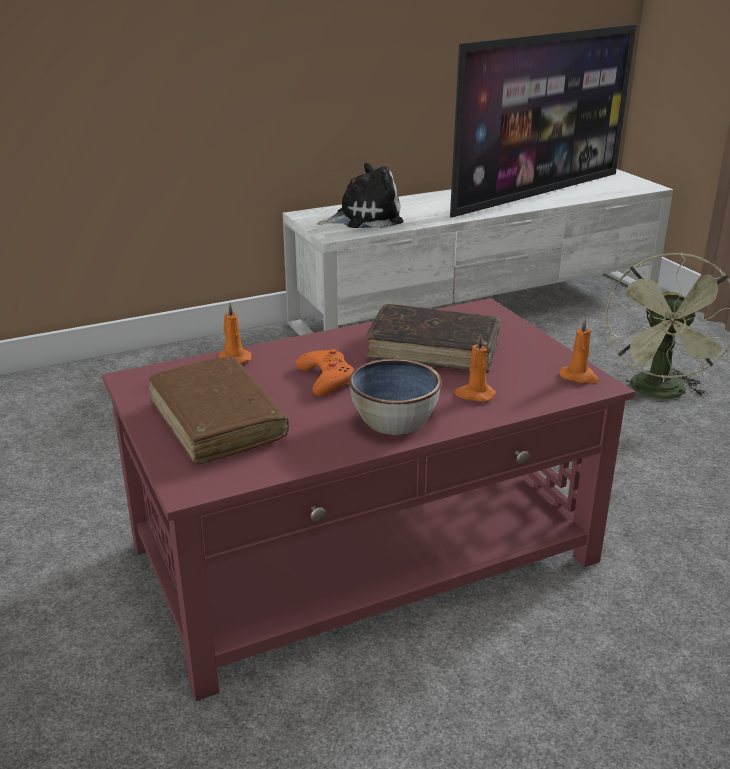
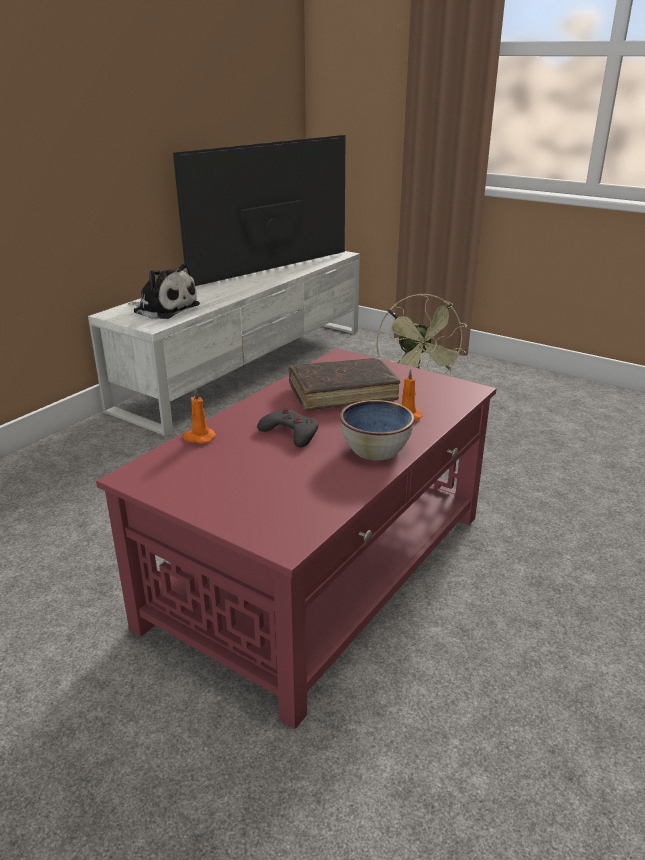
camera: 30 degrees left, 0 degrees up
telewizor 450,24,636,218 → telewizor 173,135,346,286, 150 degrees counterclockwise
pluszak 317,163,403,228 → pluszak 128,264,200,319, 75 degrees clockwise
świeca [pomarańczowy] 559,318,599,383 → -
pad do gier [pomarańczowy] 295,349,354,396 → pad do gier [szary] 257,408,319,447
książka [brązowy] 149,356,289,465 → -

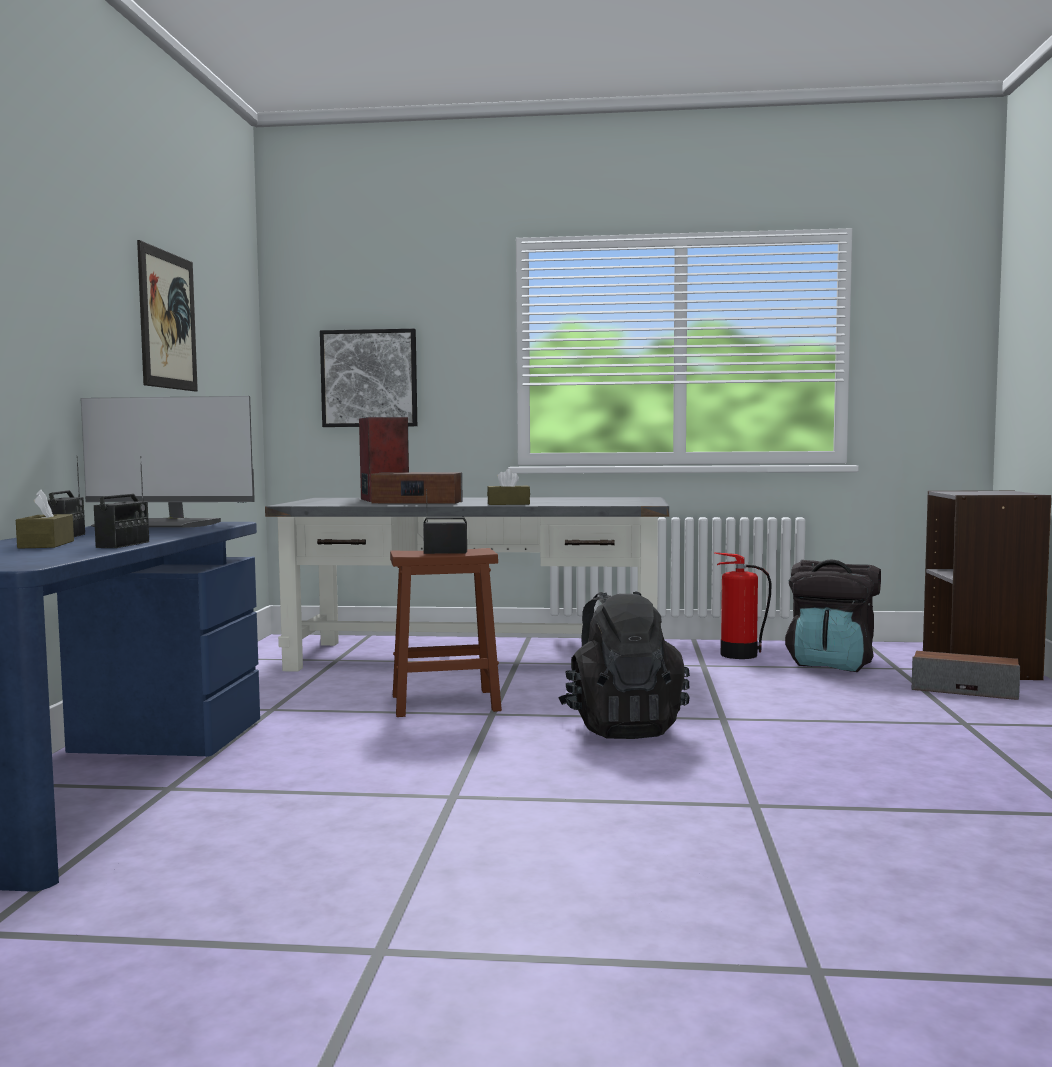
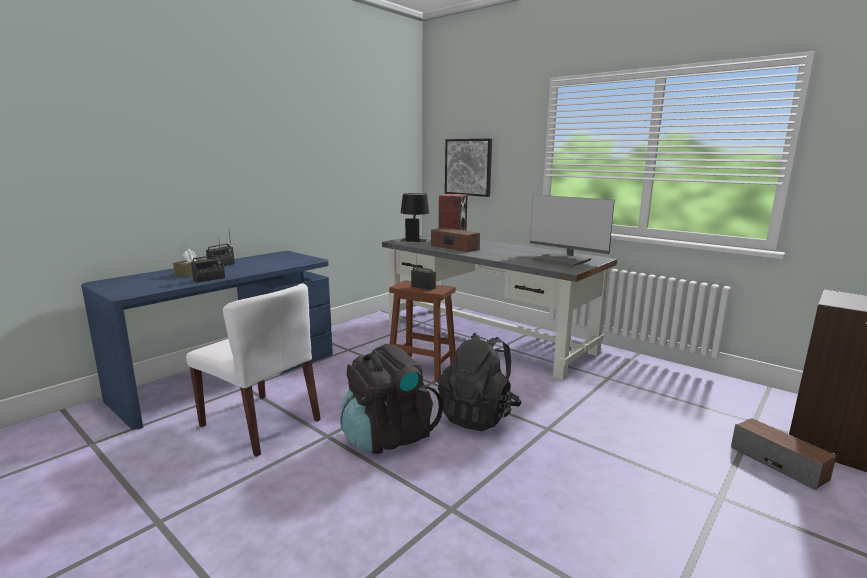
camera: 35 degrees right, 10 degrees up
obraz 137,240,198,391 → -
monitor 81,396,255,527 → monitor 530,195,615,266, shifted
pudełko chusteczek [brązowy] 487,469,530,505 → -
gaśnica 714,552,772,659 → -
plecak [czarny] 785,560,881,672 → plecak [czarny] 340,344,443,454, shifted
- → lampa stołowa [czarny] 401,193,429,242
- → krzesło [biały] 186,283,321,457

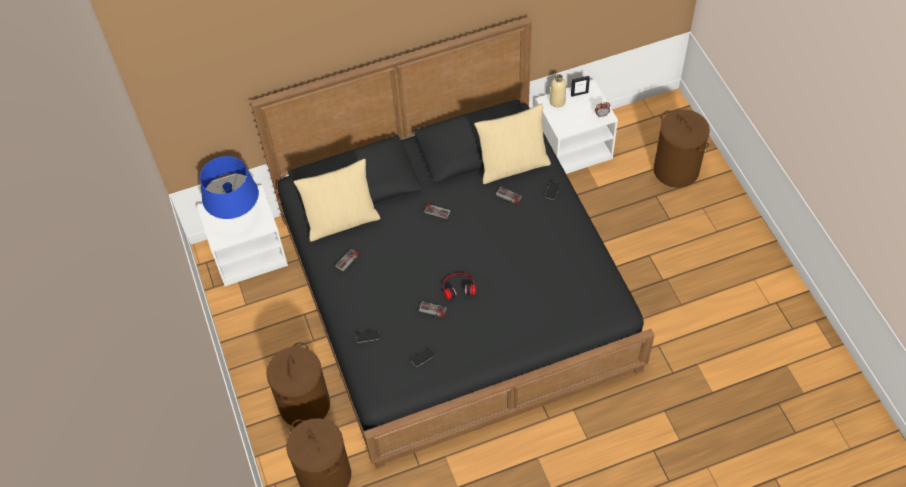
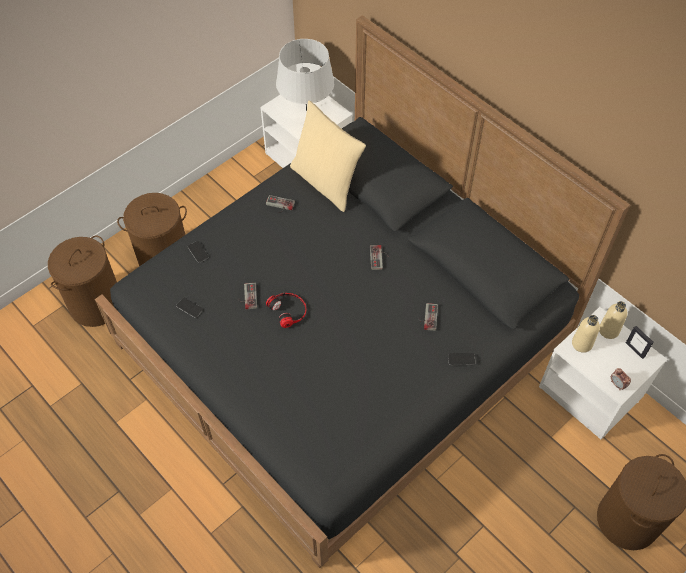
camera: 65 degrees right, 0 degrees up
poduszka [beżowy] 474,104,551,184 → -
lampa stołowa [niebieski] 200,156,259,219 → lampa stołowa [szary] 276,39,335,111
- → butelka [beżowy] 572,315,600,353

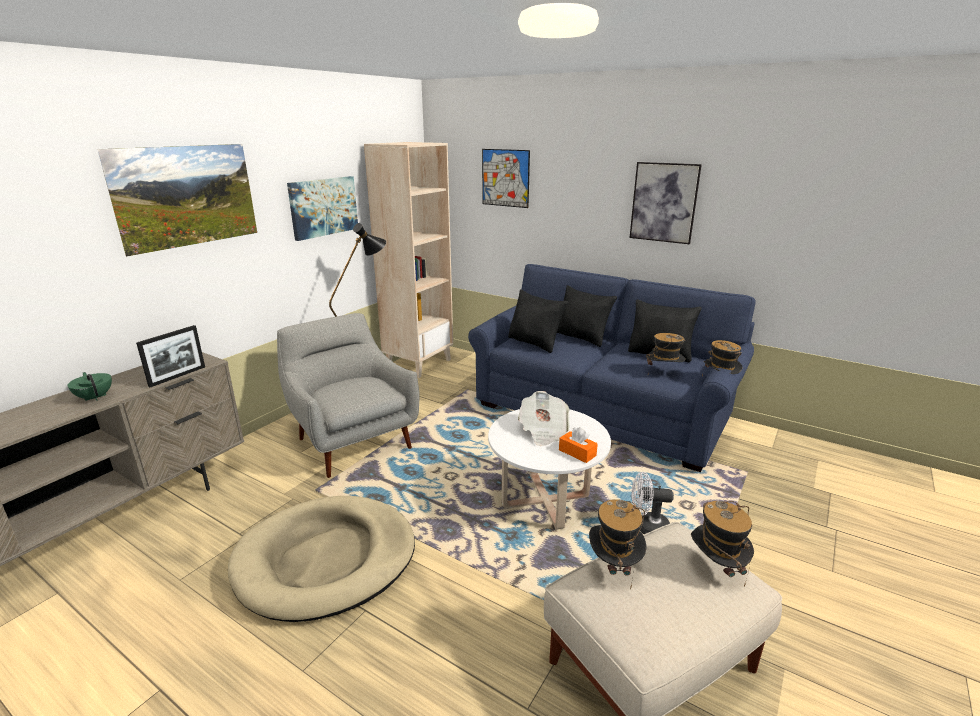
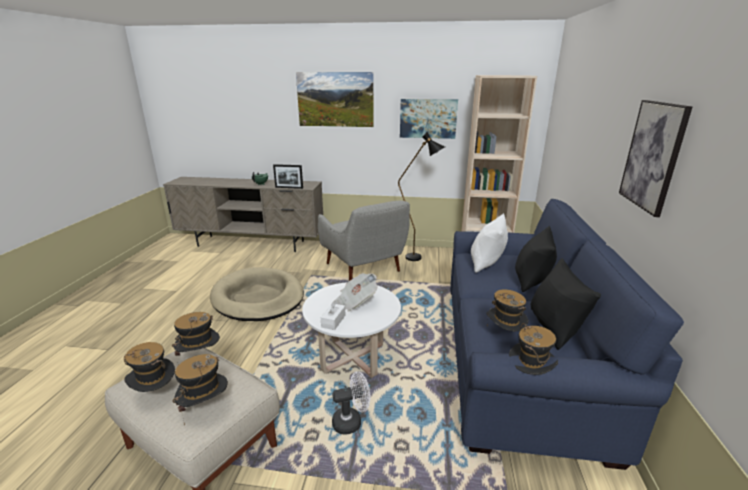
camera: 65 degrees right, 0 degrees up
obraz 482,149,530,208 → -
poduszka [czarny] 508,289,568,353 → poduszka [biały] 471,213,508,273
fotel [szary] 277,313,420,478 → fotel [szary] 318,201,410,281, 120 degrees clockwise
pudełko chusteczek [pomarańczowy] 559,427,598,463 → pudełko chusteczek [biały] 321,300,345,330
wentylator [biały] 631,472,674,534 → wentylator [biały] 332,371,370,434, 90 degrees clockwise
- → kapelusz 124,342,175,392

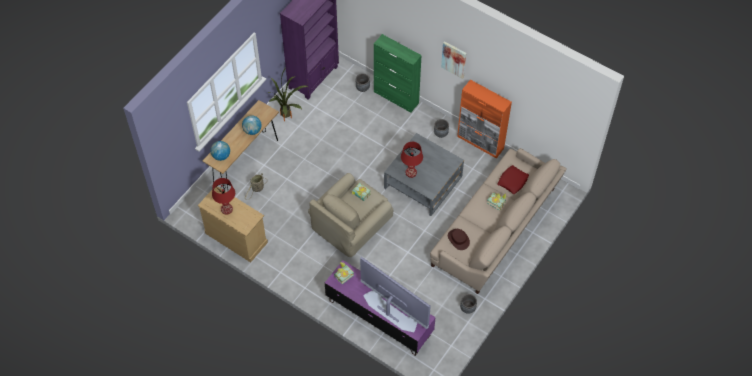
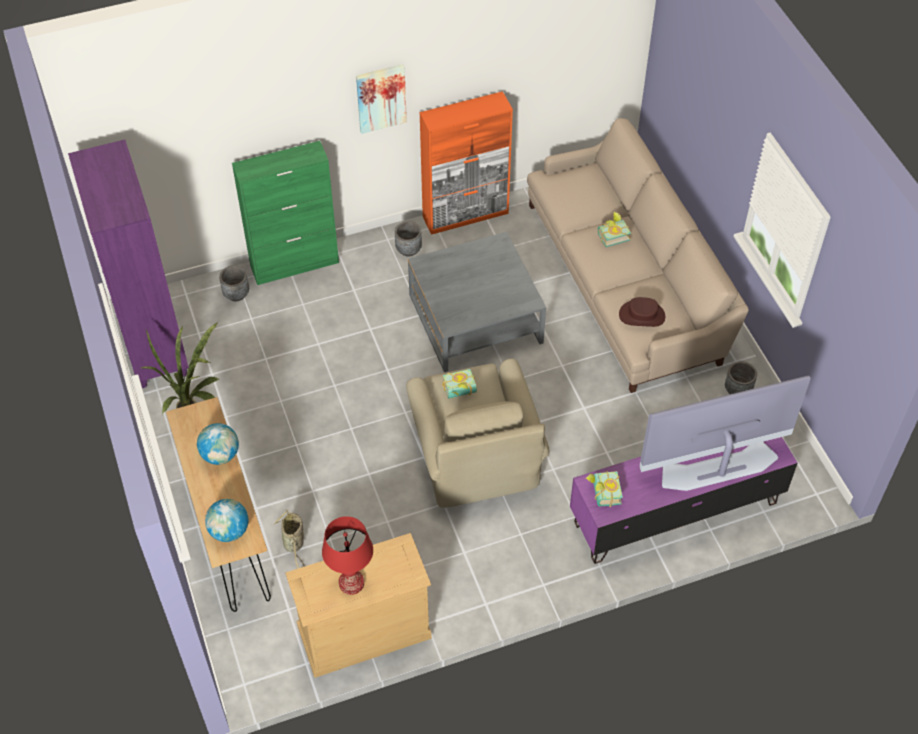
camera: 55 degrees left, 5 degrees down
lampa stołowa [czerwony] 401,142,423,178 → -
poduszka [czerwony] 497,165,529,194 → -

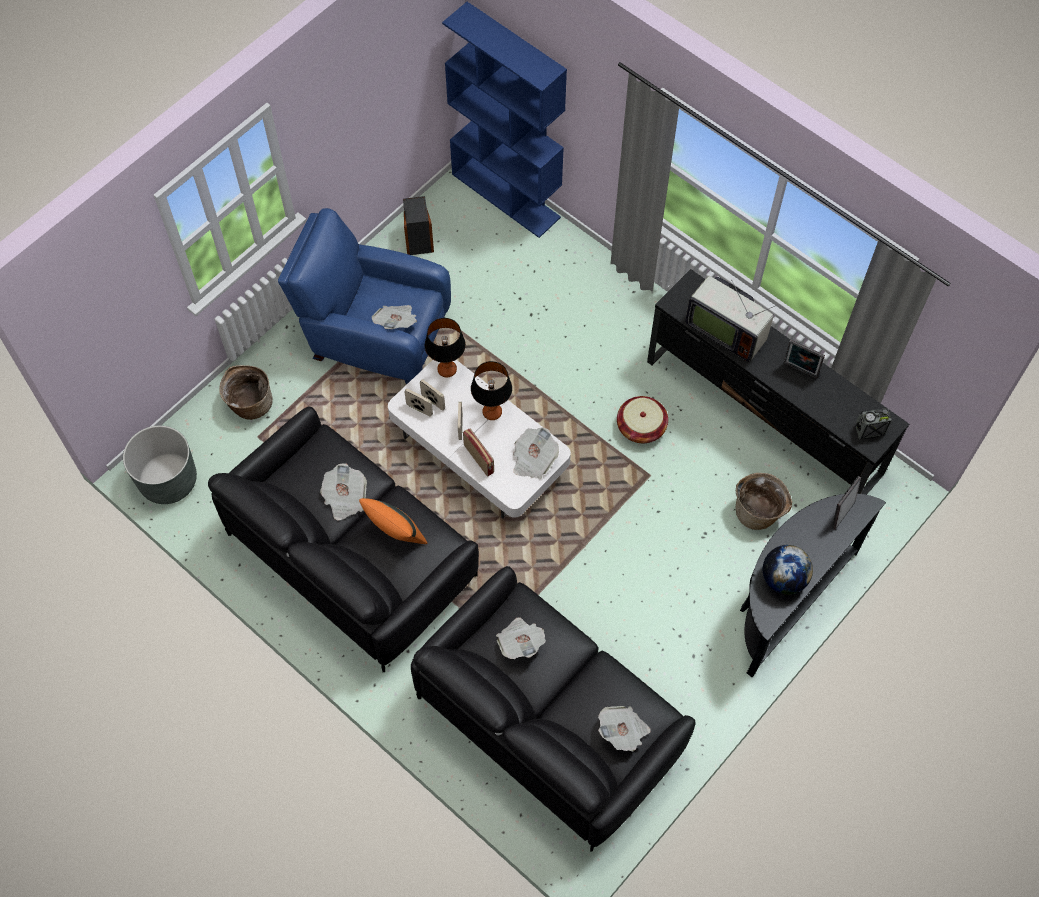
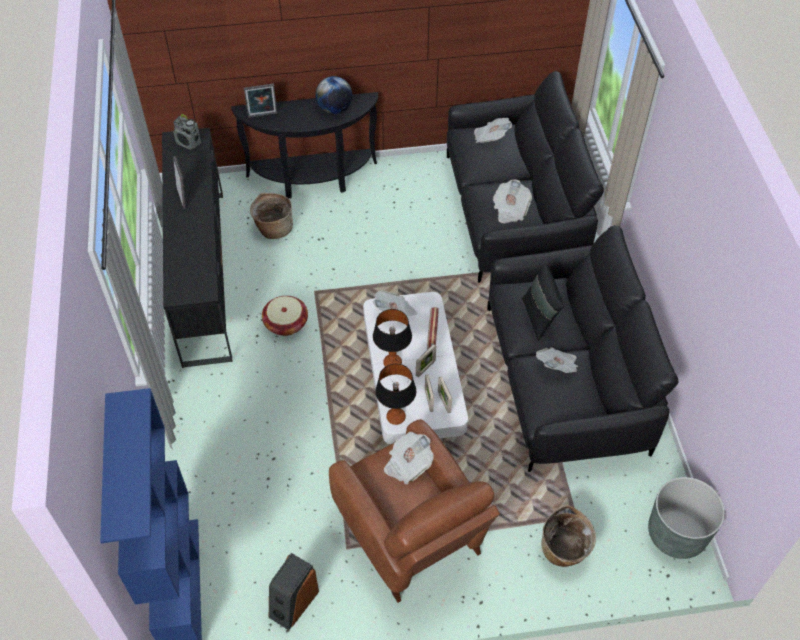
camera: 140 degrees left, 10 degrees down
fotel [niebieski] 278,208,451,385 → fotel [brązowy] 329,419,500,603
telewizor 685,276,775,362 → -
poduszka [pomarańczowy] 359,498,427,544 → poduszka [czarny] 522,263,564,341

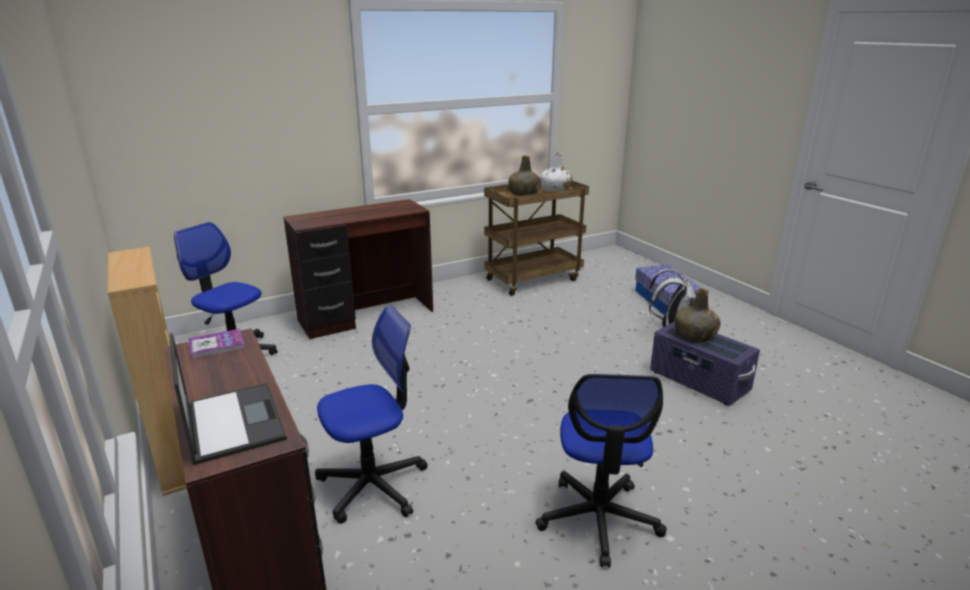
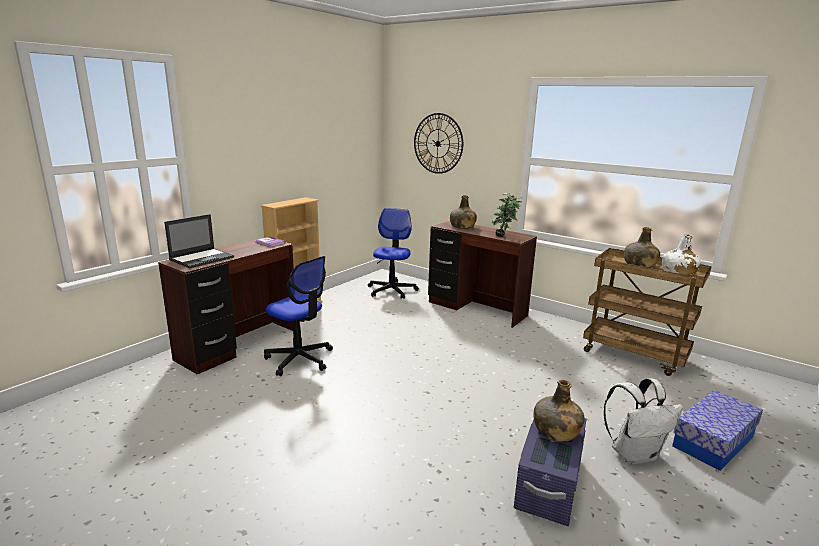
camera: 65 degrees right, 5 degrees down
krzesło biurowe 535,374,667,568 → -
- → zegar ścienny 414,113,463,174
- → roślina doniczkowa 491,193,523,237
- → butelka [zielony] 450,195,477,229

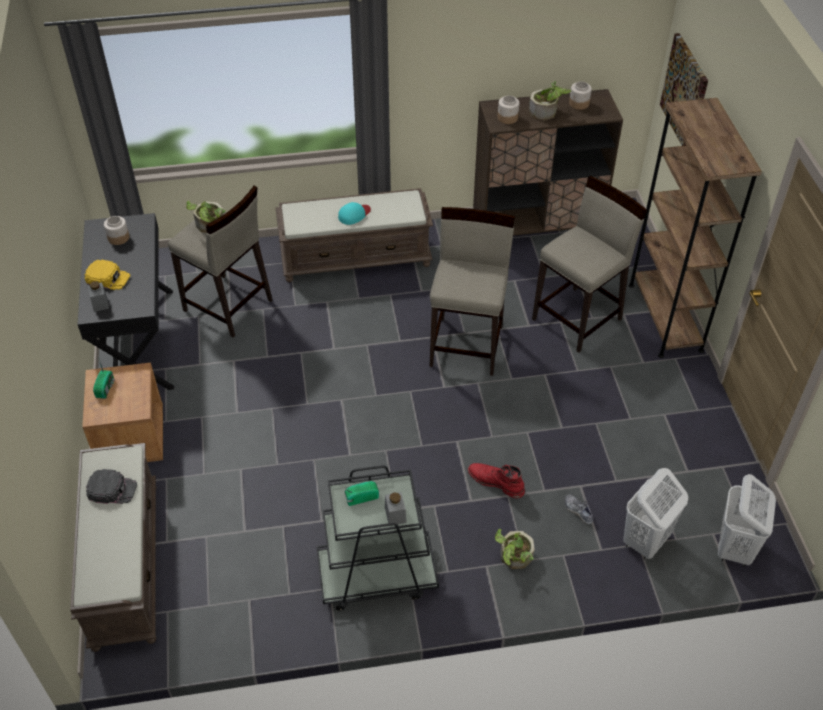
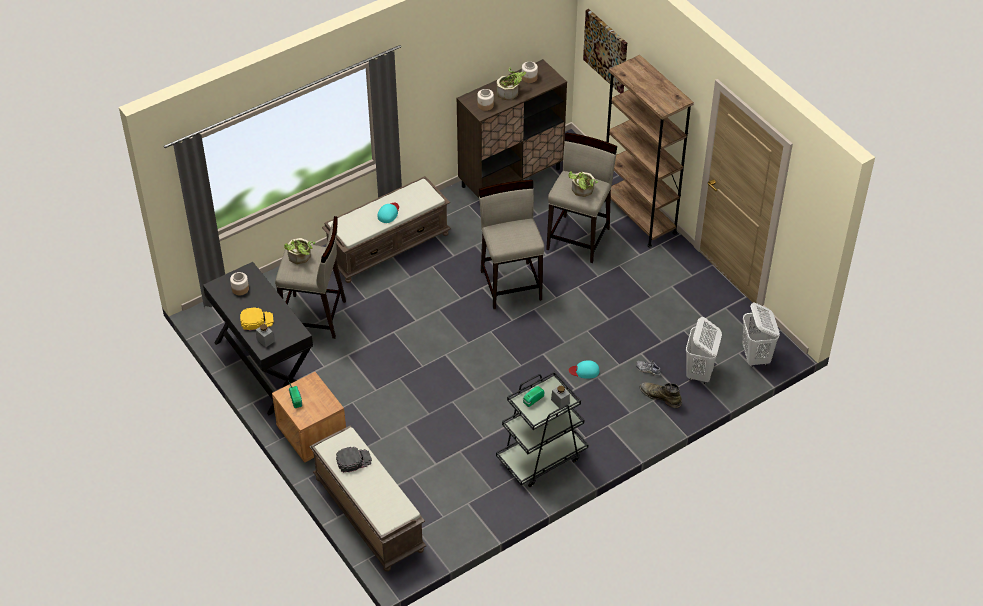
camera: 25 degrees left, 0 degrees up
but z cholewką [czerwony] 468,463,525,498 → czapka z daszkiem [turkusowy] 569,360,600,379
roślina doniczkowa 495,529,535,569 → roślina doniczkowa 569,171,598,197, shifted
- → but z cholewką [zielony] 640,382,682,408

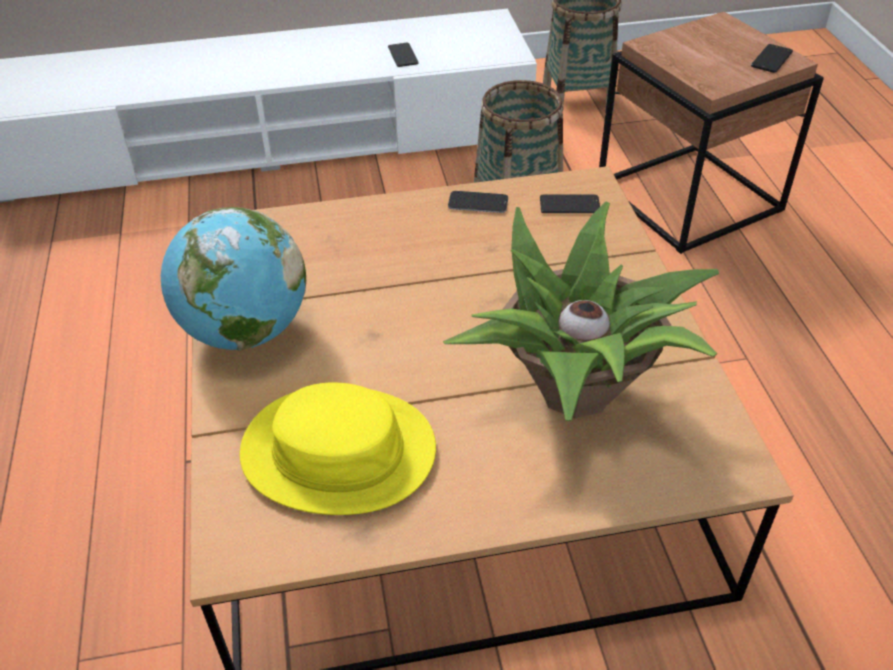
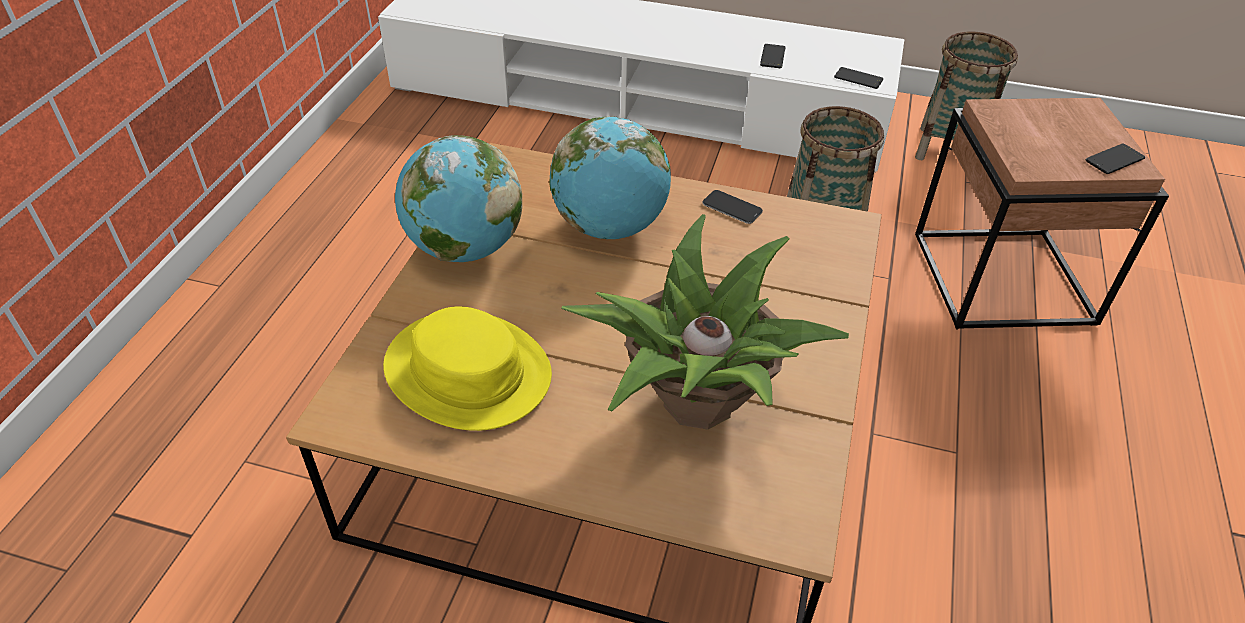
camera: 25 degrees right, 0 degrees up
telefon 540,195,600,213 → telefon 834,67,883,89, shifted
- → globus 549,116,671,239

